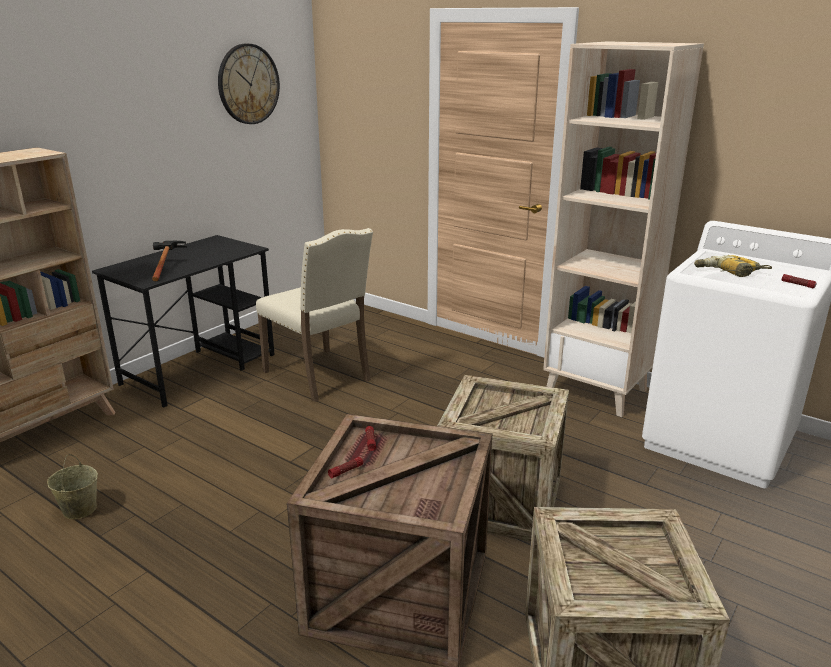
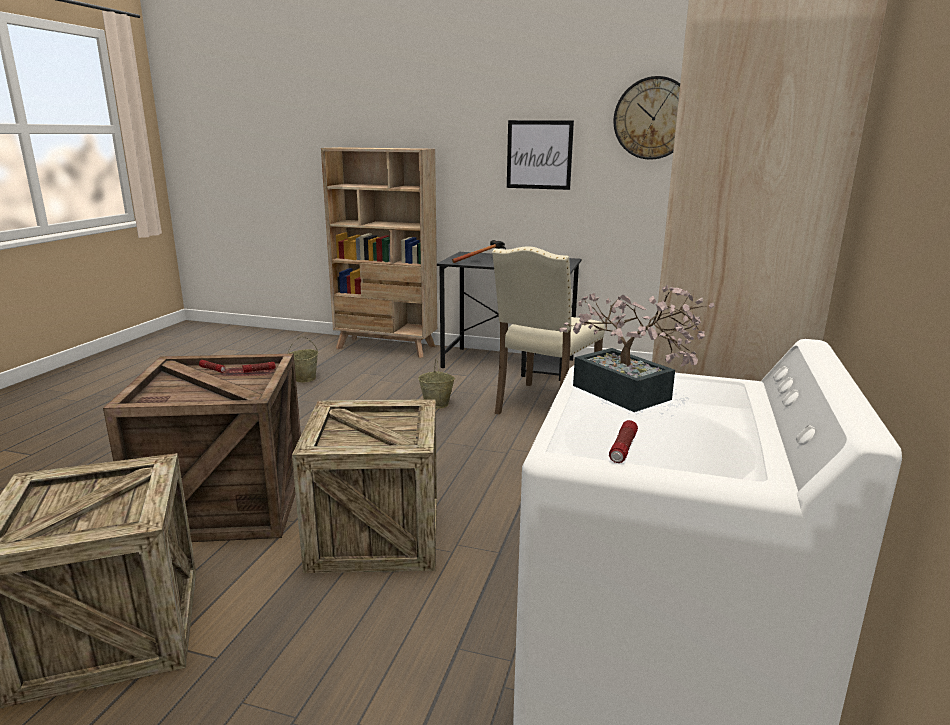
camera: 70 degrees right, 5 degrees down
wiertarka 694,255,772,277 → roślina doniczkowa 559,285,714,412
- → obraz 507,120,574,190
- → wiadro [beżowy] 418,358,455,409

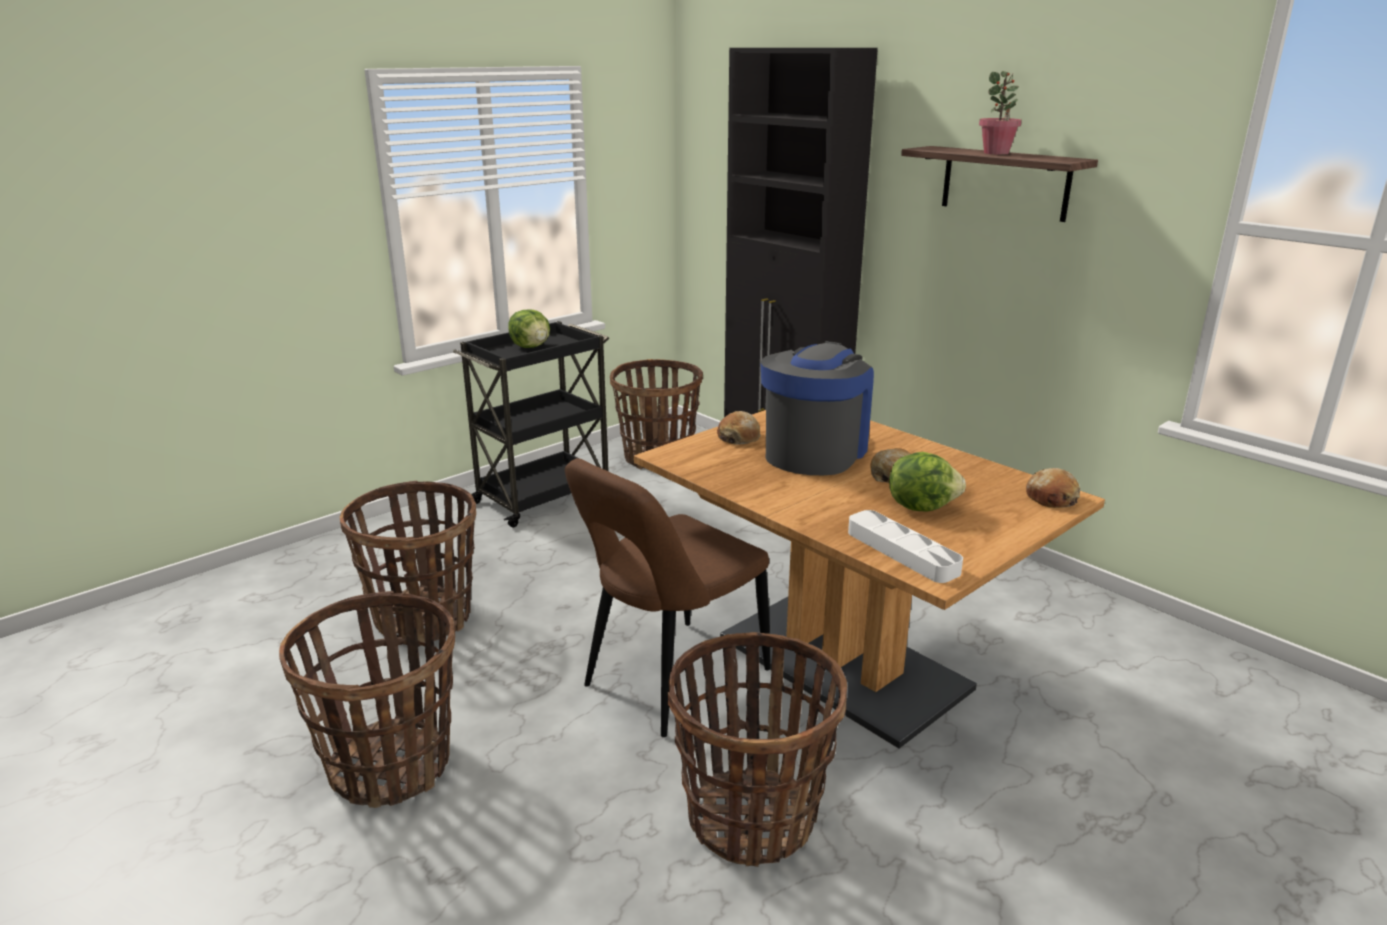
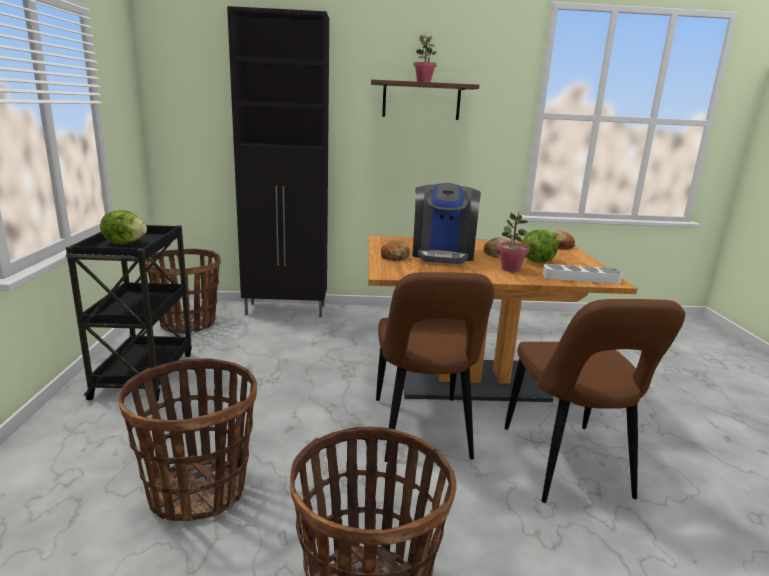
camera: 50 degrees left, 5 degrees down
ekspres do kawy 760,341,874,475 → ekspres do kawy 413,183,481,264, 150 degrees counterclockwise
koszyk 668,632,847,867 → krzesło [brązowy] 505,299,685,503
- → roślina doniczkowa 498,212,529,272

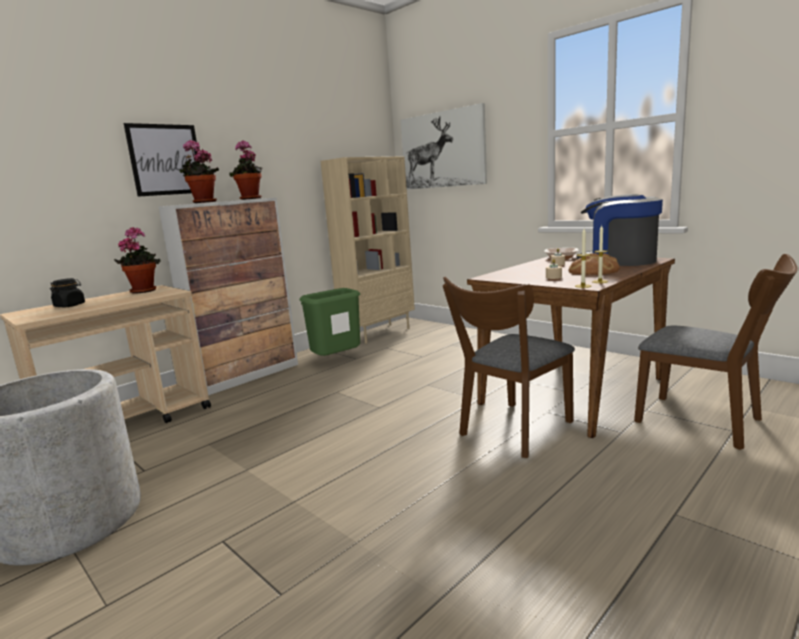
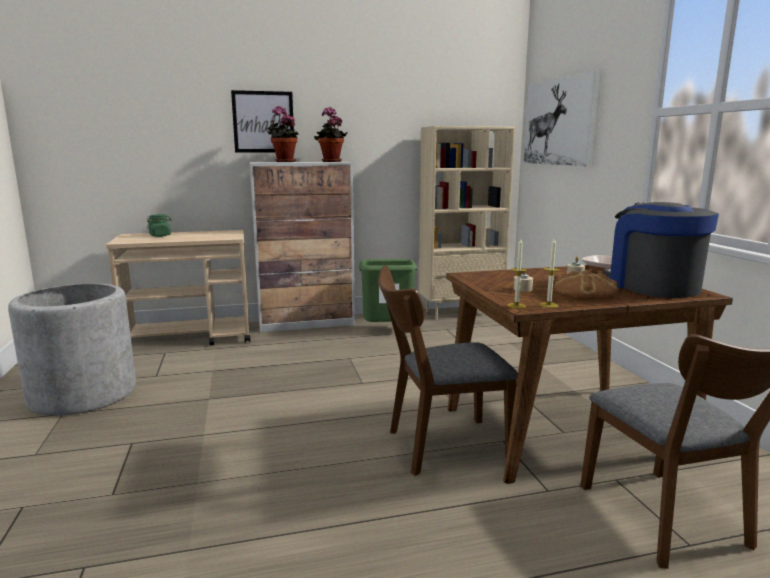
camera: 30 degrees right, 0 degrees up
roślina doniczkowa 114,227,161,294 → -
słoik [czarny] 50,278,85,308 → słoik [zielony] 147,214,172,237

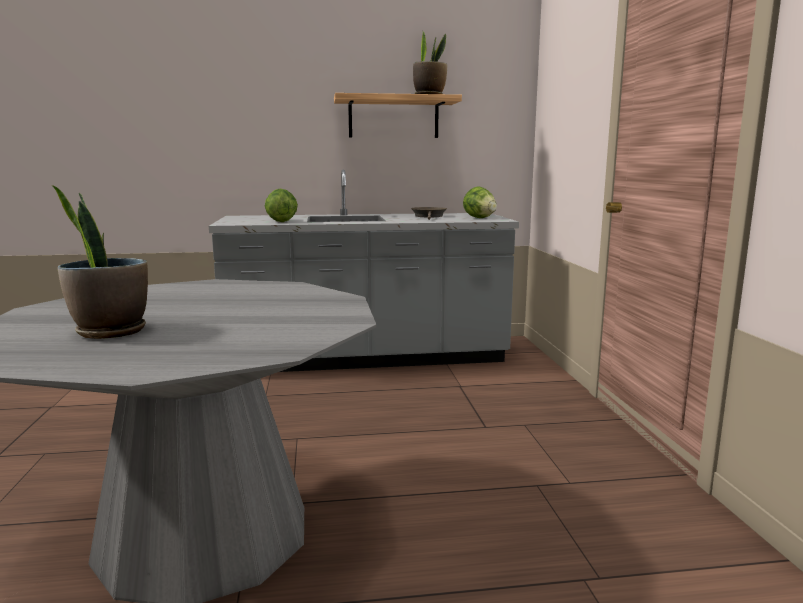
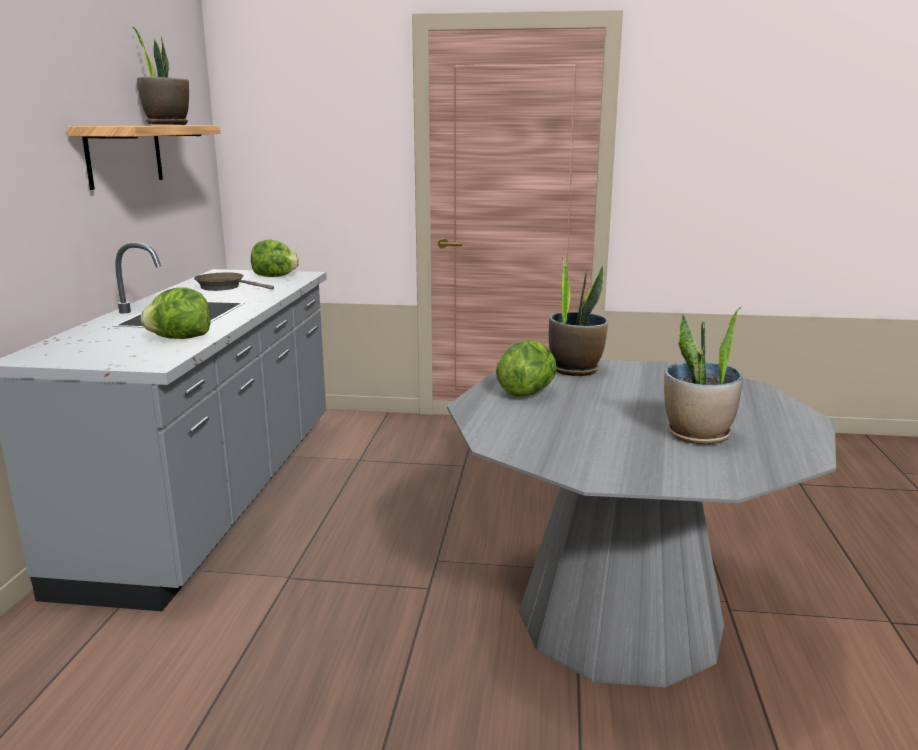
camera: 75 degrees left, 5 degrees up
- → roślina doniczkowa 549,257,609,376
- → sałata 496,340,557,397

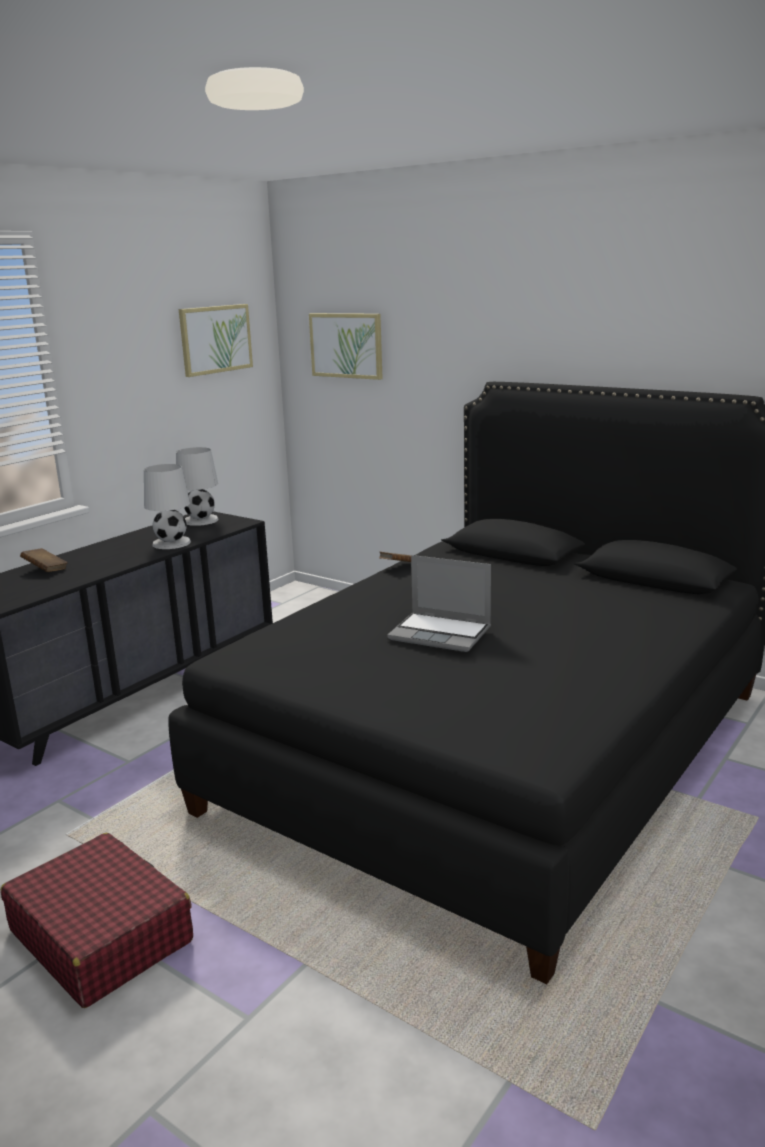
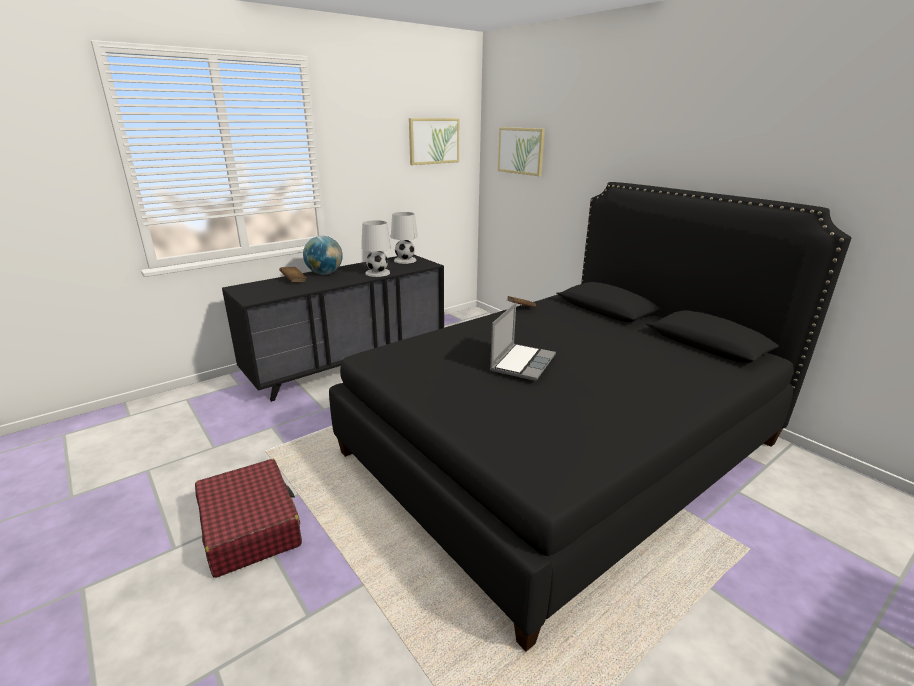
camera: 15 degrees right, 5 degrees up
laptop 388,555,491,652 → laptop 490,303,556,381, 105 degrees counterclockwise
- → globus 303,236,343,275

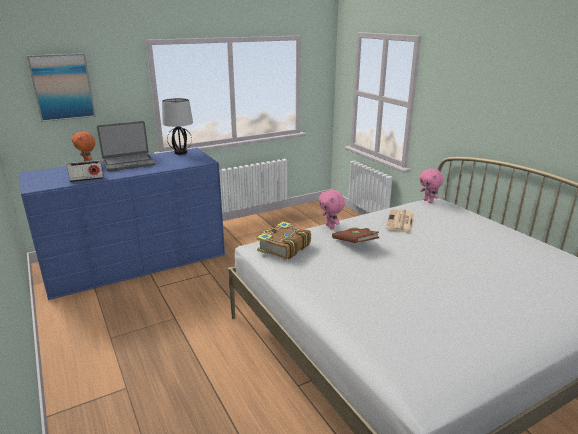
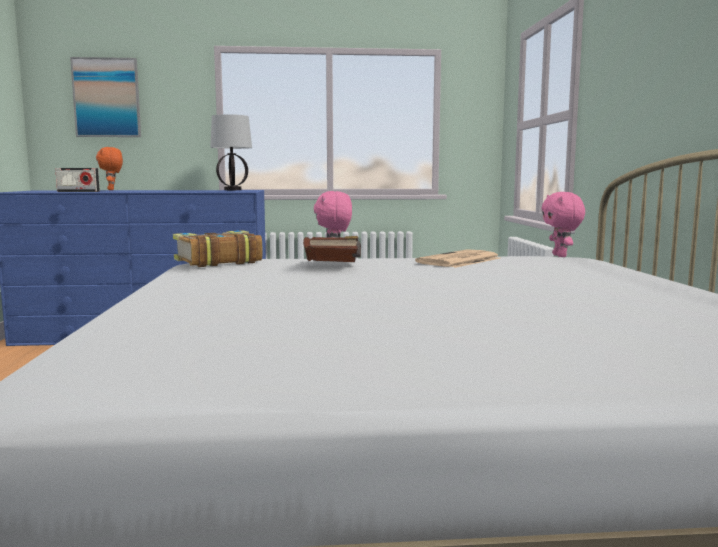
camera: 25 degrees right, 15 degrees down
laptop 97,121,155,171 → -

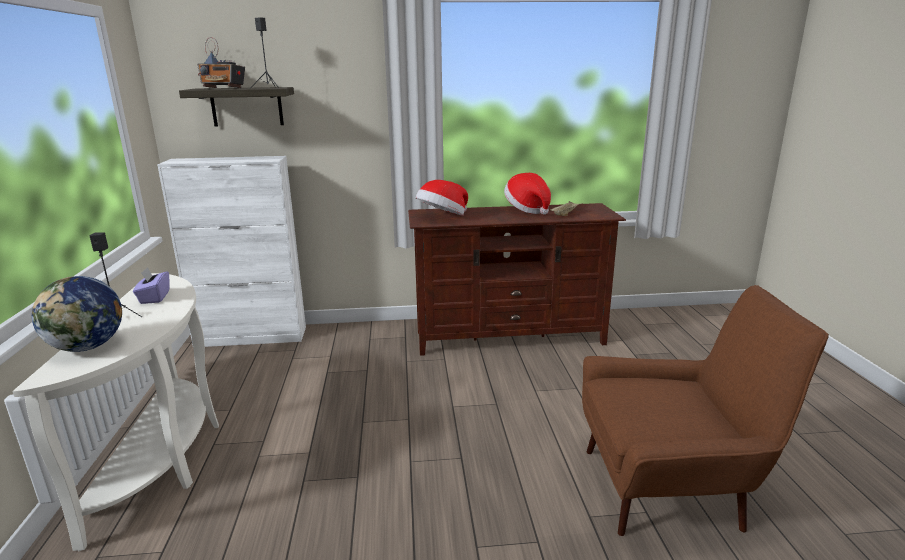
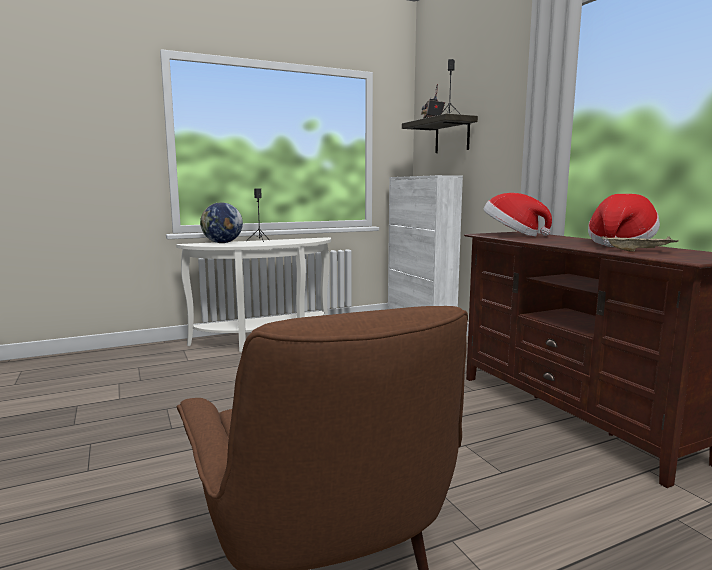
camera: 70 degrees right, 10 degrees down
pudełko chusteczek [fioletowy] 133,267,170,304 → -

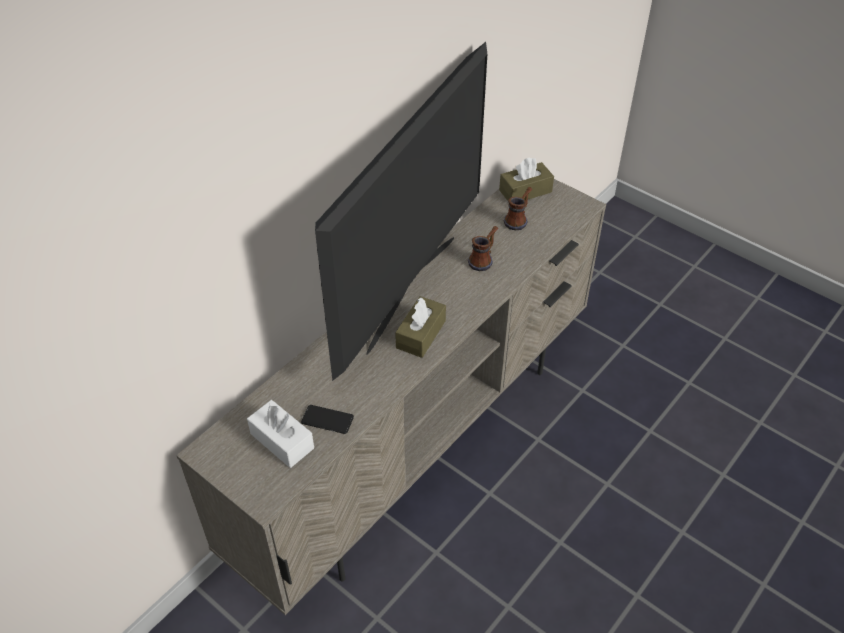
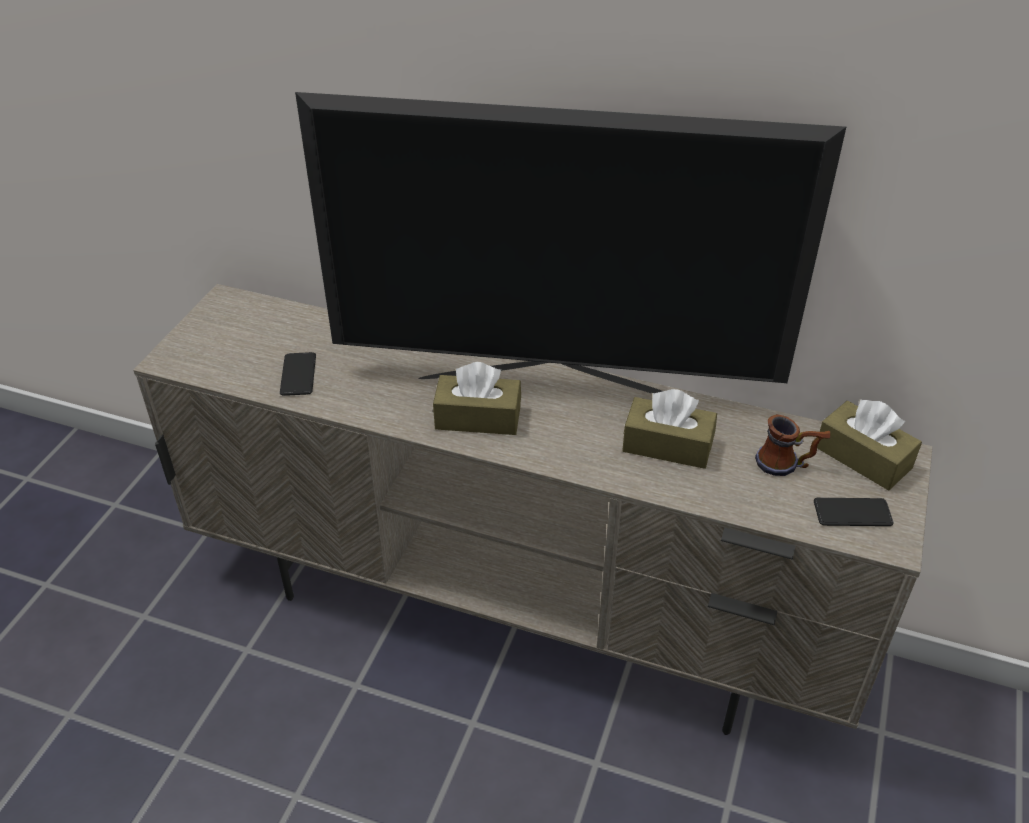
camera: 70 degrees right, 5 degrees down
kubek 468,226,498,271 → pudełko chusteczek [brązowy] 622,389,717,469
pudełko chusteczek [biały] 247,400,314,468 → -
- → telefon 814,498,893,526

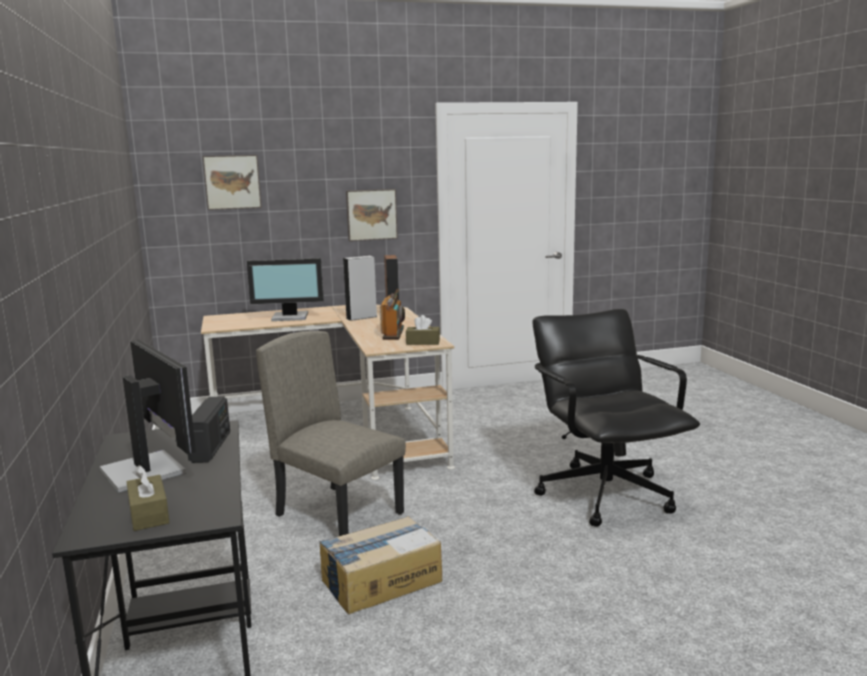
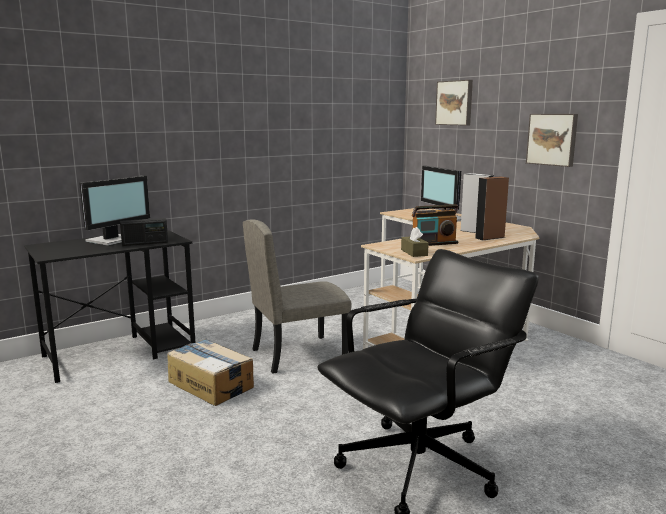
camera: 70 degrees right, 0 degrees up
krzesło [beżowy] 256,331,406,536 → krzesło [beżowy] 243,219,352,374, 135 degrees counterclockwise
pudełko chusteczek [brązowy] 127,465,169,531 → -

